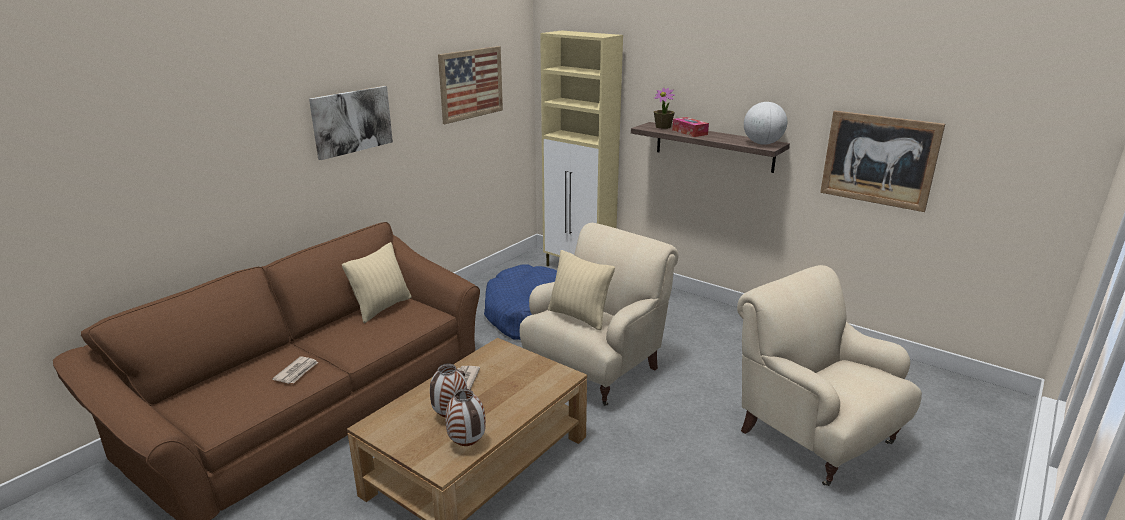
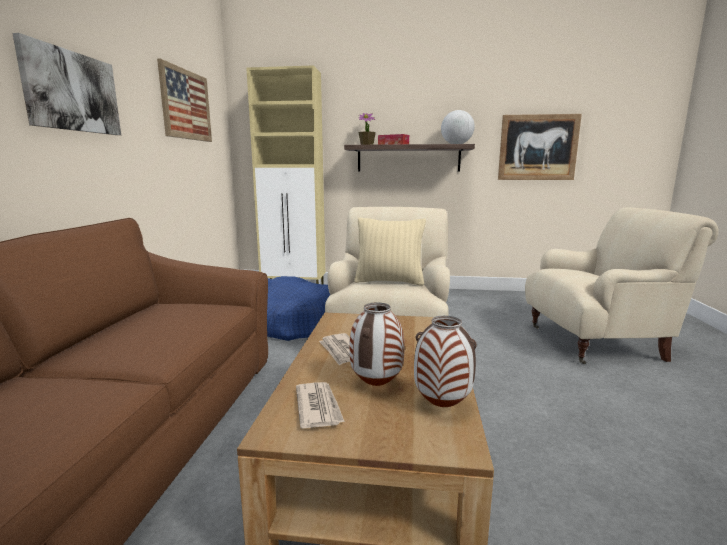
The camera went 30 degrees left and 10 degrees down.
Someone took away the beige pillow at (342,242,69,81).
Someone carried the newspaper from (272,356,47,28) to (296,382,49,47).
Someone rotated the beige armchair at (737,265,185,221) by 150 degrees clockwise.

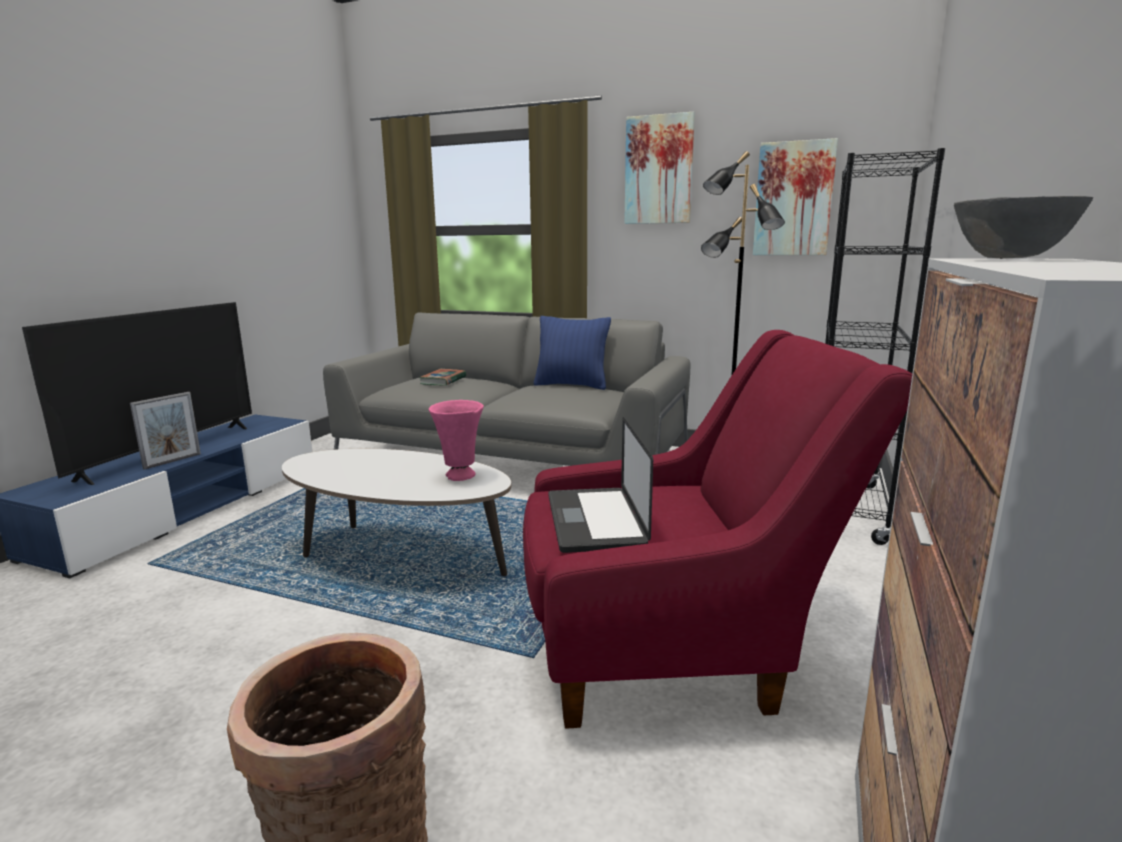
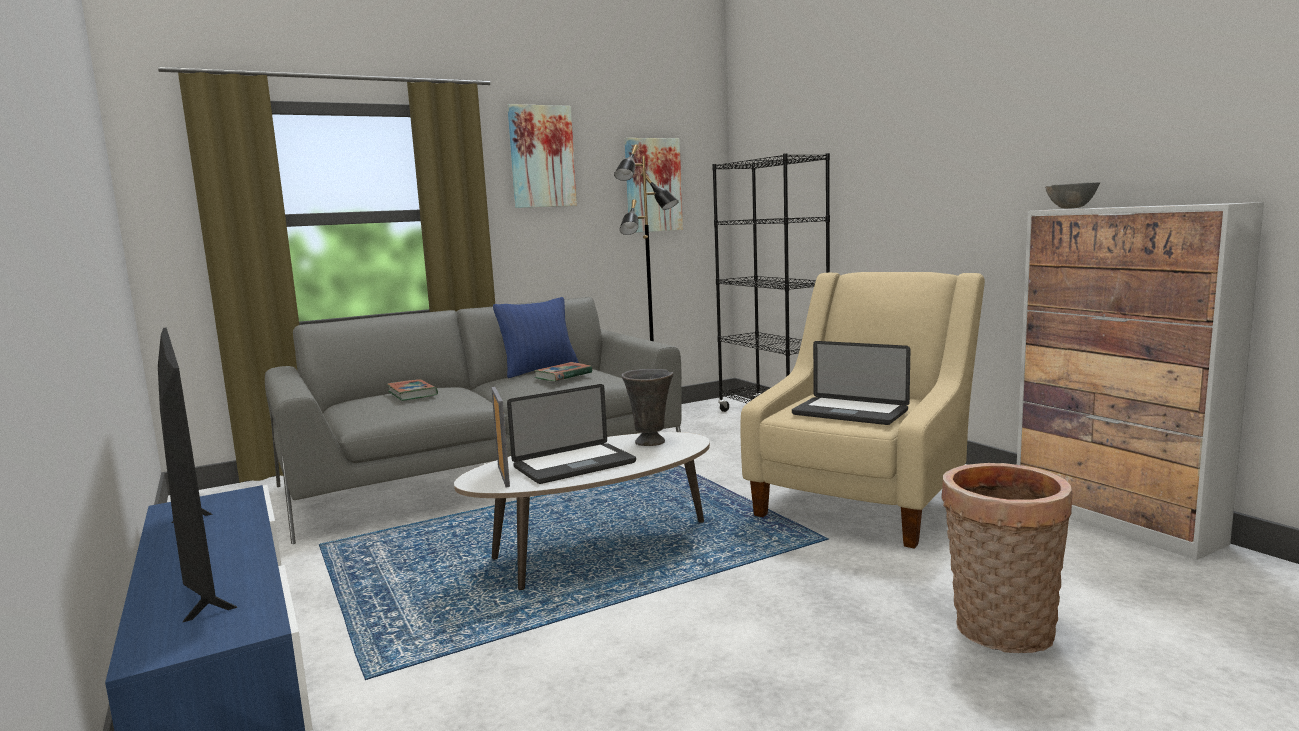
The camera went 50 degrees left and 5 degrees down.
Someone put down the laptop at (507,384,129,100).
Someone put down the book at (534,362,58,19).
Someone carried the picture frame from (130,392,71,78) to (491,387,19,100).
Someone repainted the pink vase at (429,400,55,81), which became the grey vase at (621,369,53,77).
Someone repainted the red armchair at (523,330,389,399), which became the beige armchair at (740,272,245,277).

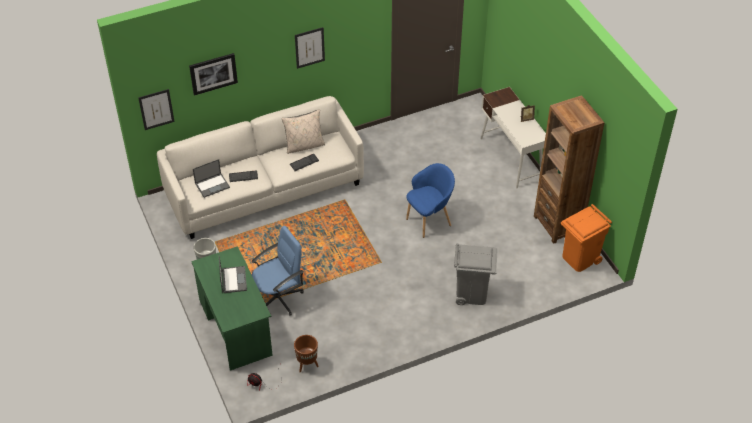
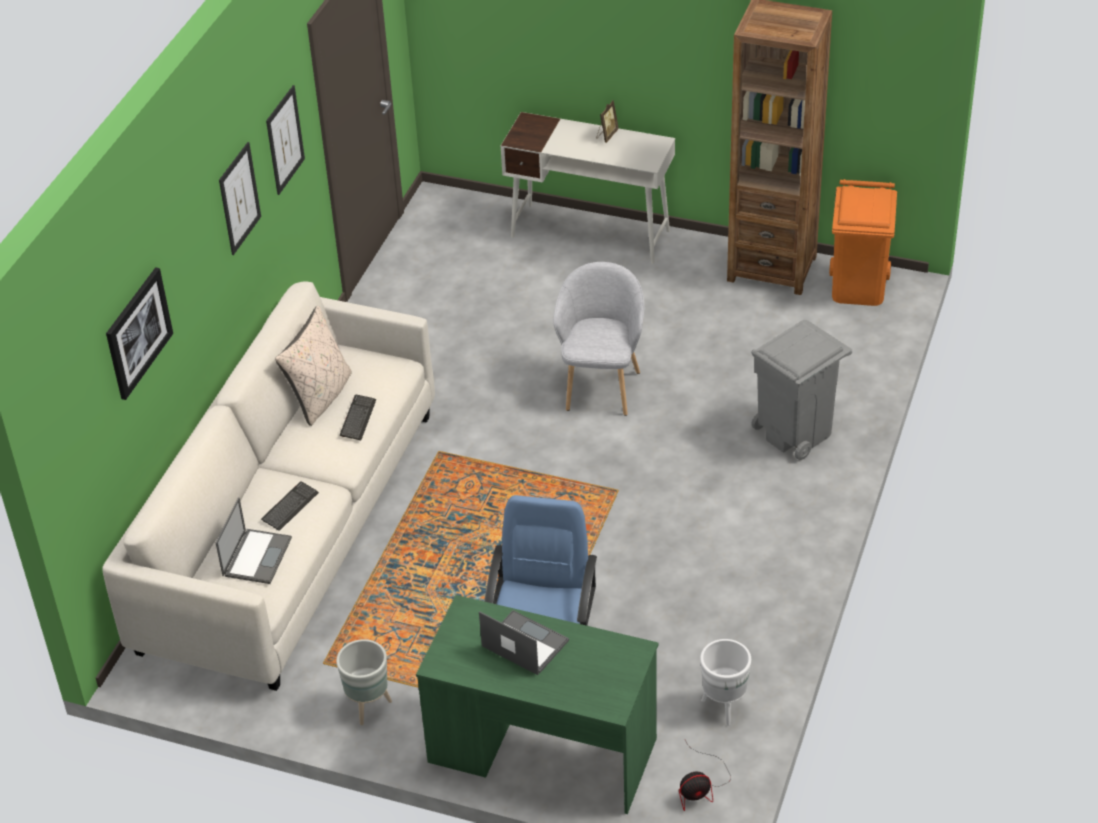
The camera went 45 degrees left and 5 degrees down.
Someone carried the picture from (138,89,37,41) to (266,85,39,110).
Someone repainted the brown planter at (294,335,25,37), which became the white planter at (700,639,51,87).
Someone repainted the blue armchair at (406,163,49,75), which became the grey armchair at (554,262,90,154).

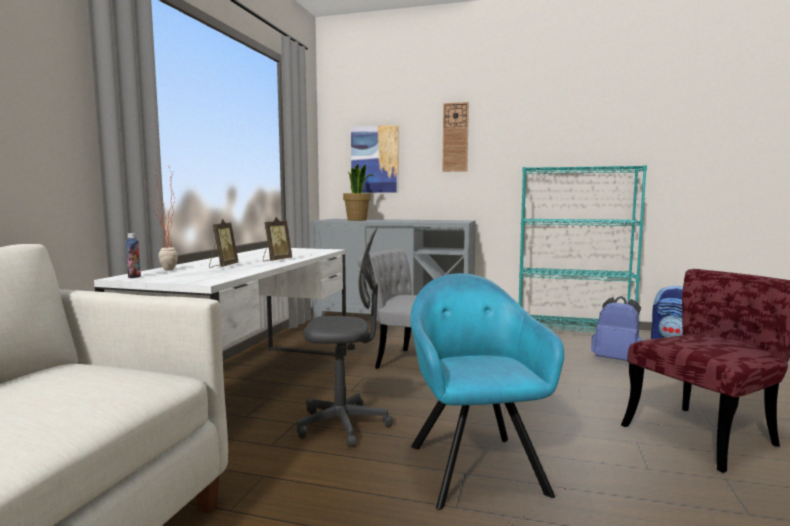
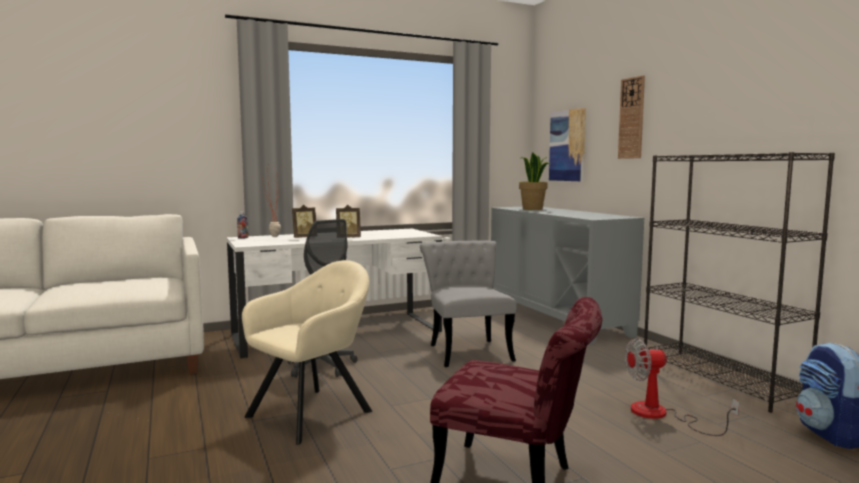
The camera went 50 degrees right and 0 degrees up.
Someone swapped the blue backpack at (591,296,52,65) for the fan at (625,338,114,98).
Someone repainted the turquoise armchair at (410,273,154,237), which became the beige armchair at (242,260,130,185).
Someone repainted the turquoise bookcase at (519,165,128,167), which became the black bookcase at (644,152,191,260).

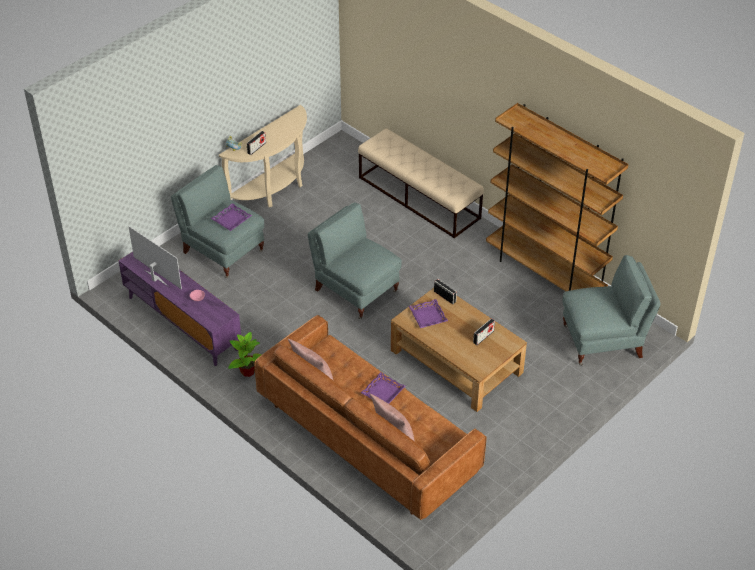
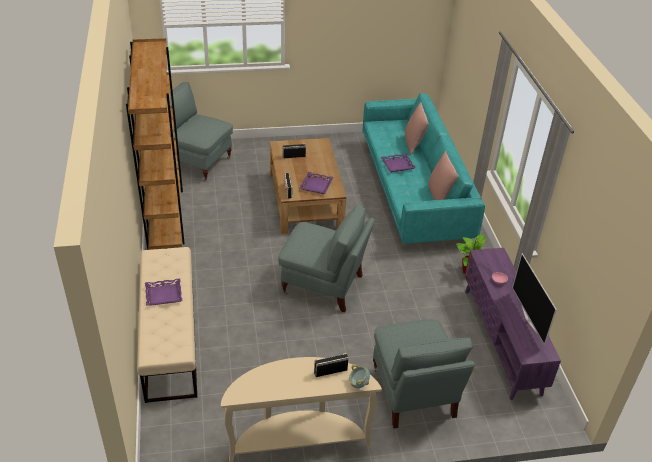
The camera went 145 degrees left and 5 degrees down.
Someone carried the purple tray from (211,203,41,28) to (145,279,38,26).
Someone repainted the brown sofa at (254,315,232,205), which became the turquoise sofa at (363,93,122,151).
Someone rotated the grey armchair at (308,202,94,117) by 60 degrees counterclockwise.

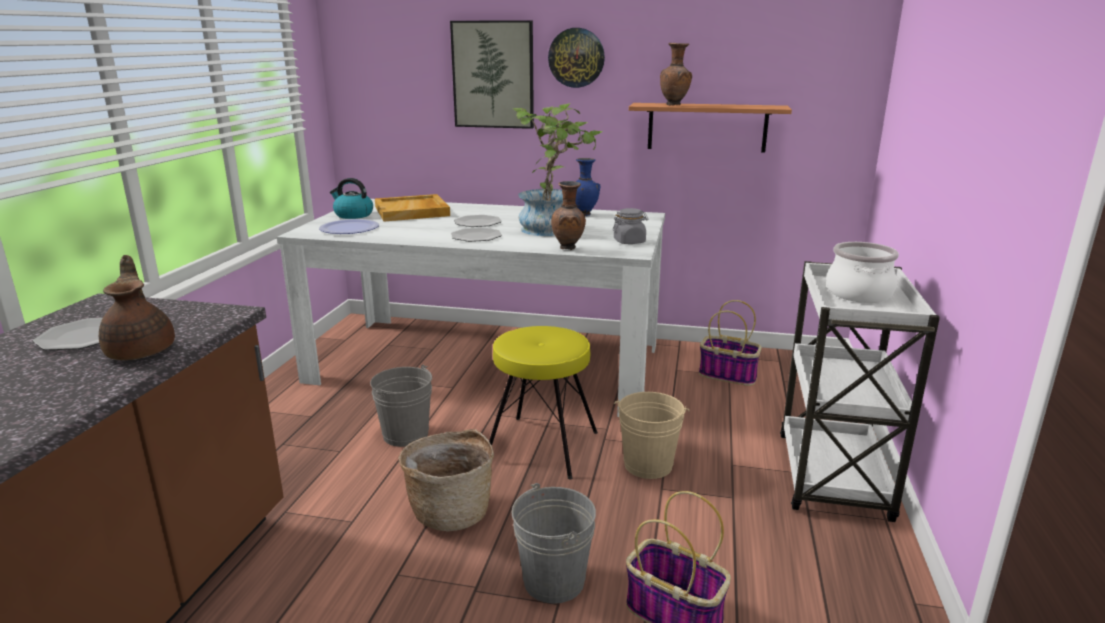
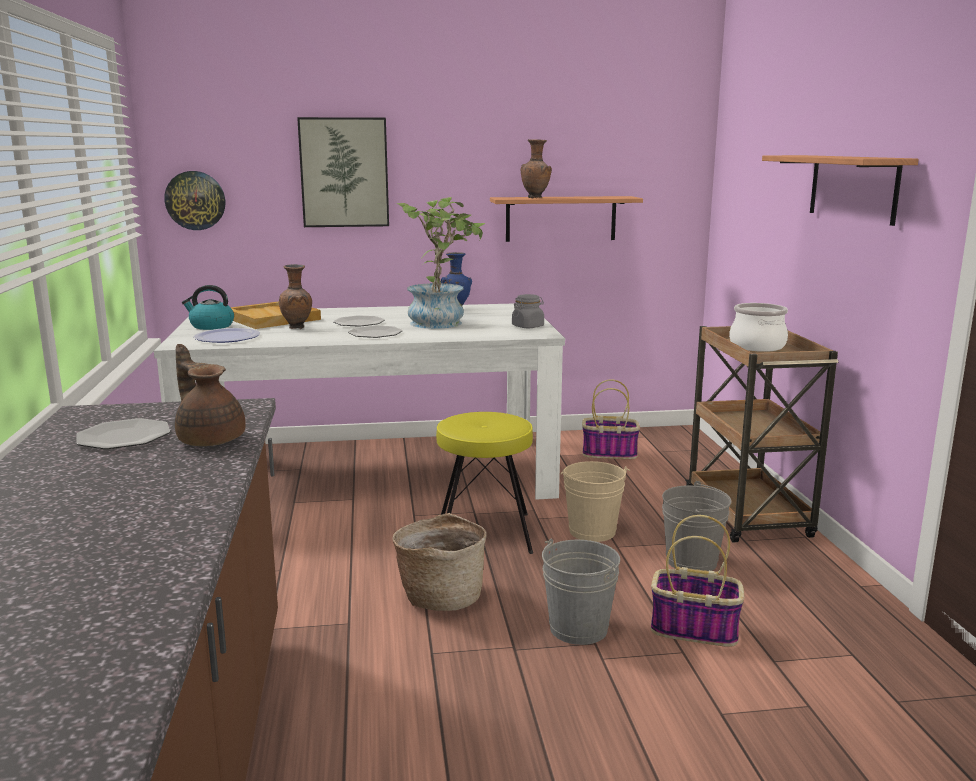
The camera went 20 degrees left and 5 degrees down.
Someone put up the shelf at (762,155,157,71).
Someone carried the grey bucket from (370,364,62,83) to (662,481,70,90).
Someone carried the wall clock from (548,28,57,60) to (164,171,61,59).
Someone carried the brown vase from (551,181,35,69) to (279,264,33,65).
Someone repainted the white cart at (780,261,160,261), which became the brown cart at (685,326,153,216).

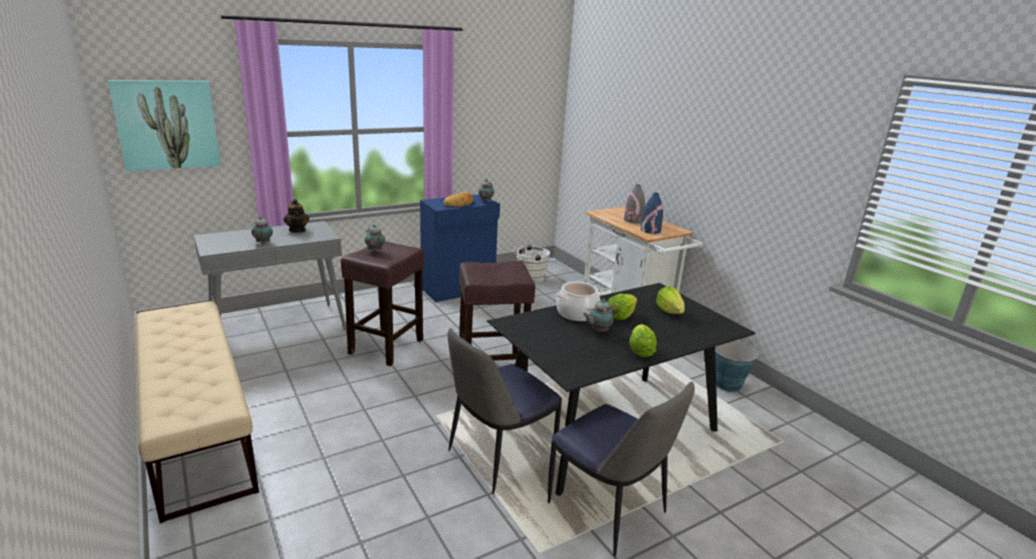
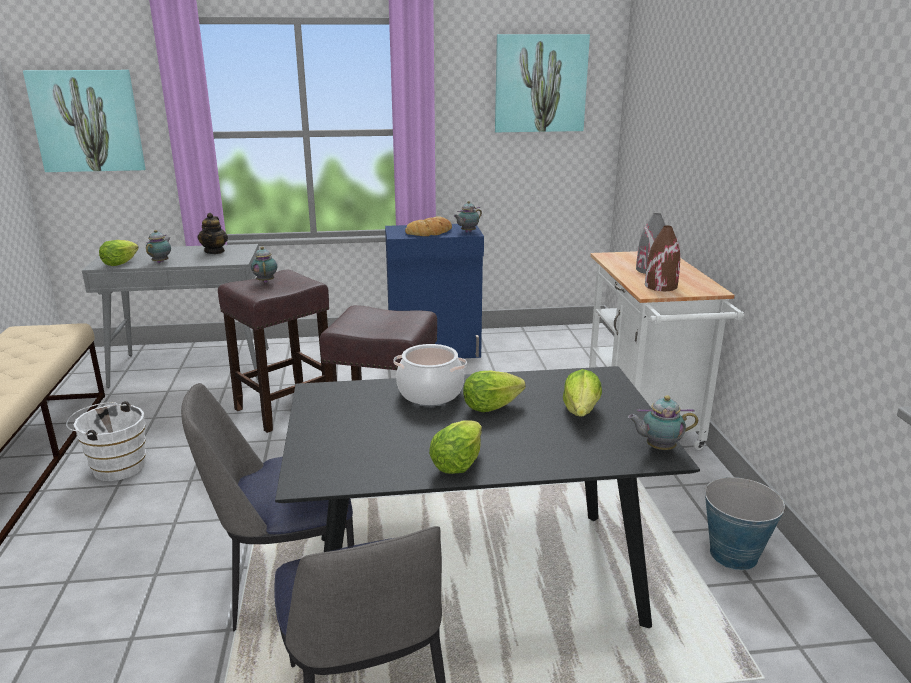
The camera went 25 degrees right and 0 degrees up.
Someone put down the lettuce at (99,240,40,26).
Someone put up the picture at (495,34,95,98).
Someone carried the white bucket from (513,245,37,38) to (66,401,80,80).
Someone carried the teapot from (583,299,36,33) to (628,395,70,55).
Someone repainted the blue vase at (641,193,22,41), which became the brown vase at (645,226,35,65).

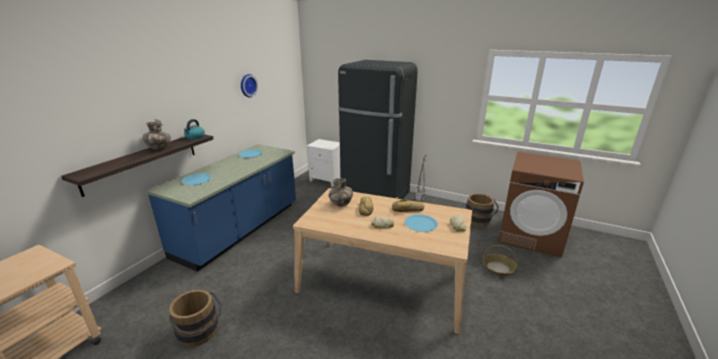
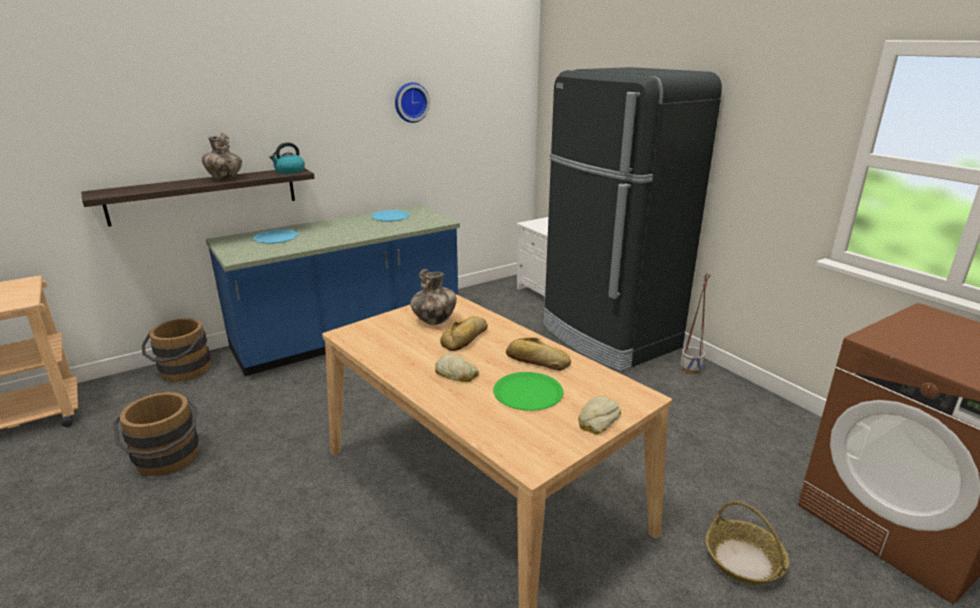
The camera went 30 degrees right and 0 degrees up.
Someone carried the brown bucket from (466,193,33,34) to (142,318,69,64).
Someone repainted the blue plate at (405,214,33,18), which became the green plate at (493,372,70,39).

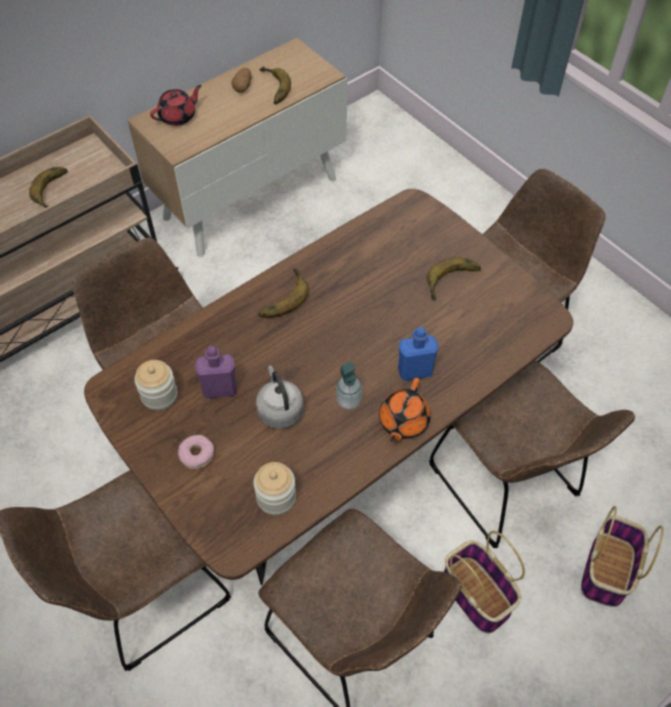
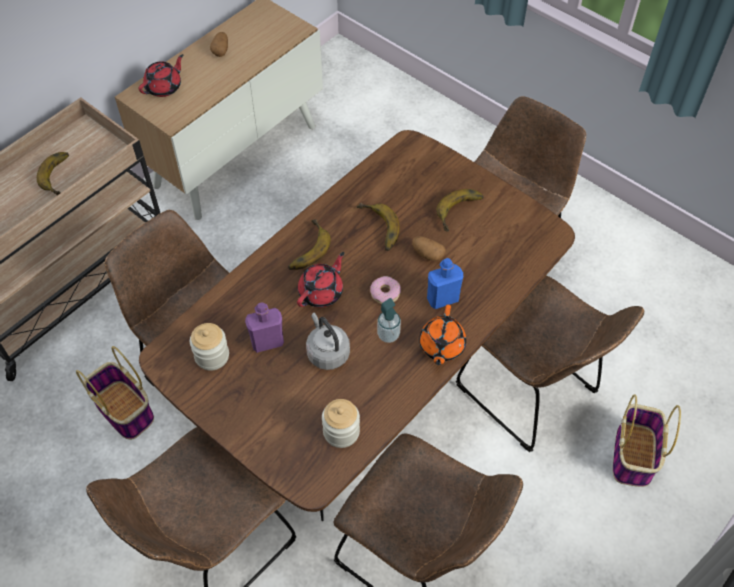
The camera went 10 degrees left and 0 degrees up.
Someone put down the red teapot at (297,252,47,55).
Someone put down the potato at (412,236,34,25).
Someone carried the donut from (178,435,36,34) to (370,276,31,28).
Someone carried the banana from (260,66,31,38) to (357,203,43,48).
Someone carried the basket from (444,531,81,103) to (76,346,78,94).

